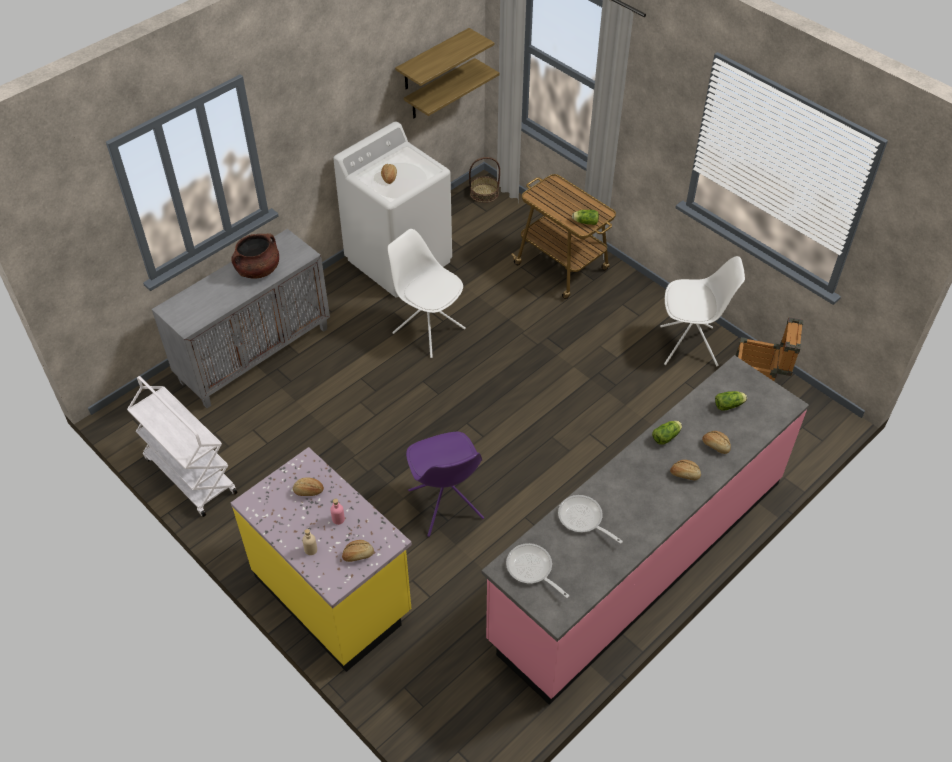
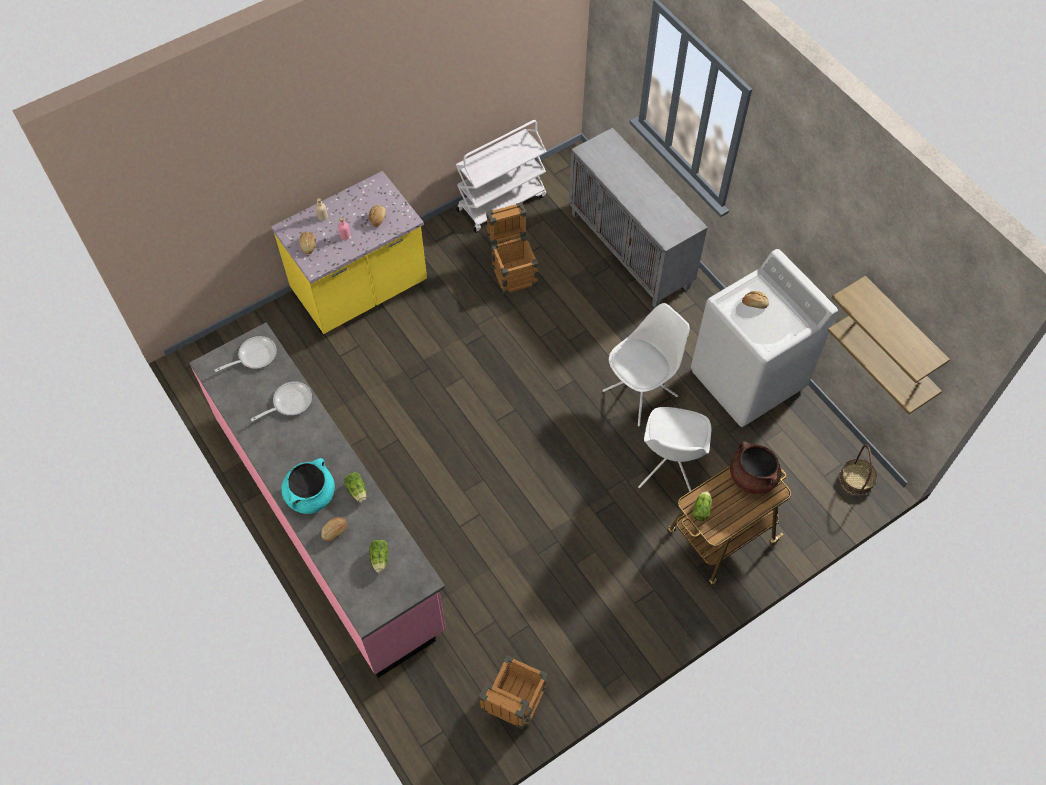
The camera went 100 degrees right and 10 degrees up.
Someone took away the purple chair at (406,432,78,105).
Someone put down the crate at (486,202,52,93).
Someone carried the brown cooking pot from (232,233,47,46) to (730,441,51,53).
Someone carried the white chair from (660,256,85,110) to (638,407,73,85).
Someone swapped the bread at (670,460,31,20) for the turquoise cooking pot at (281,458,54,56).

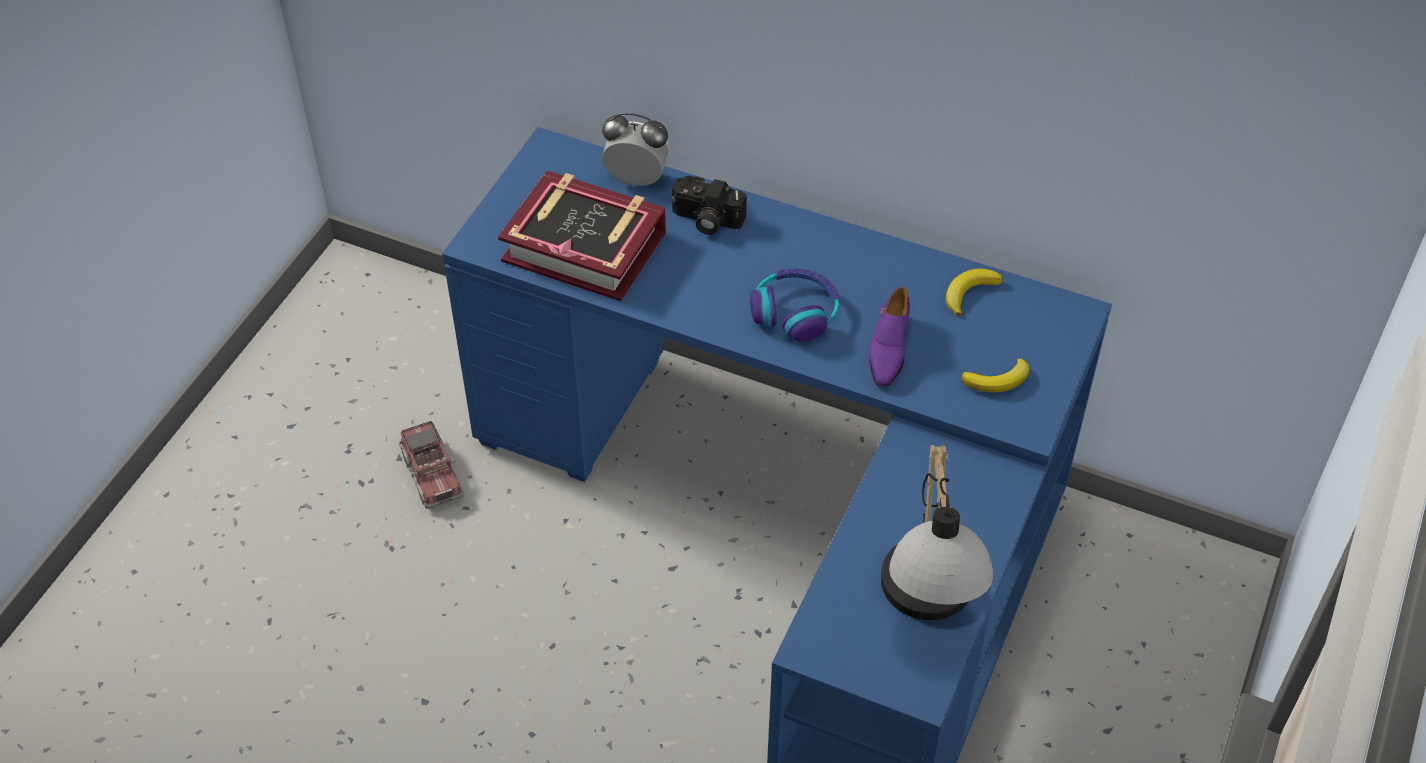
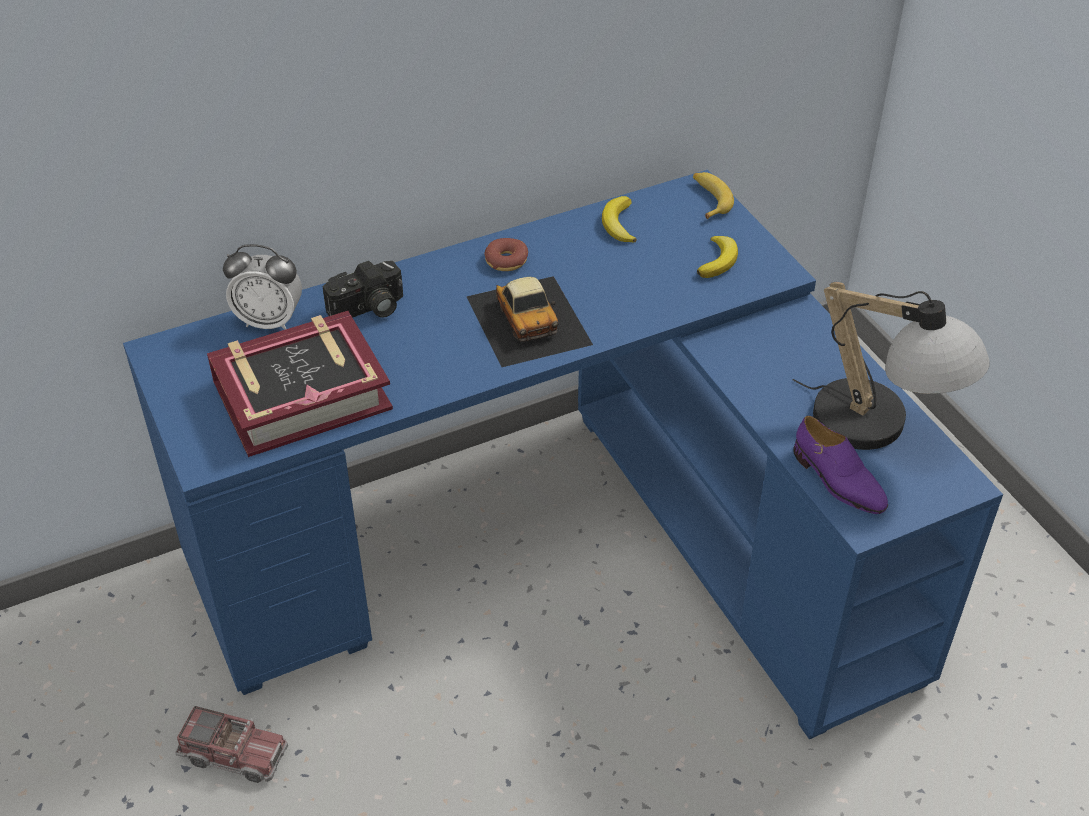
The camera went 50 degrees left and 5 degrees down.
Someone put down the donut at (484,238,44,33).
Someone put down the banana at (693,172,41,47).
Someone carried the purple shoe from (869,287,41,100) to (793,416,95,98).
Someone swapped the headphones at (750,269,90,73) for the toy car at (466,276,127,91).
Someone rotated the alarm clock at (602,113,67,73) by 135 degrees counterclockwise.

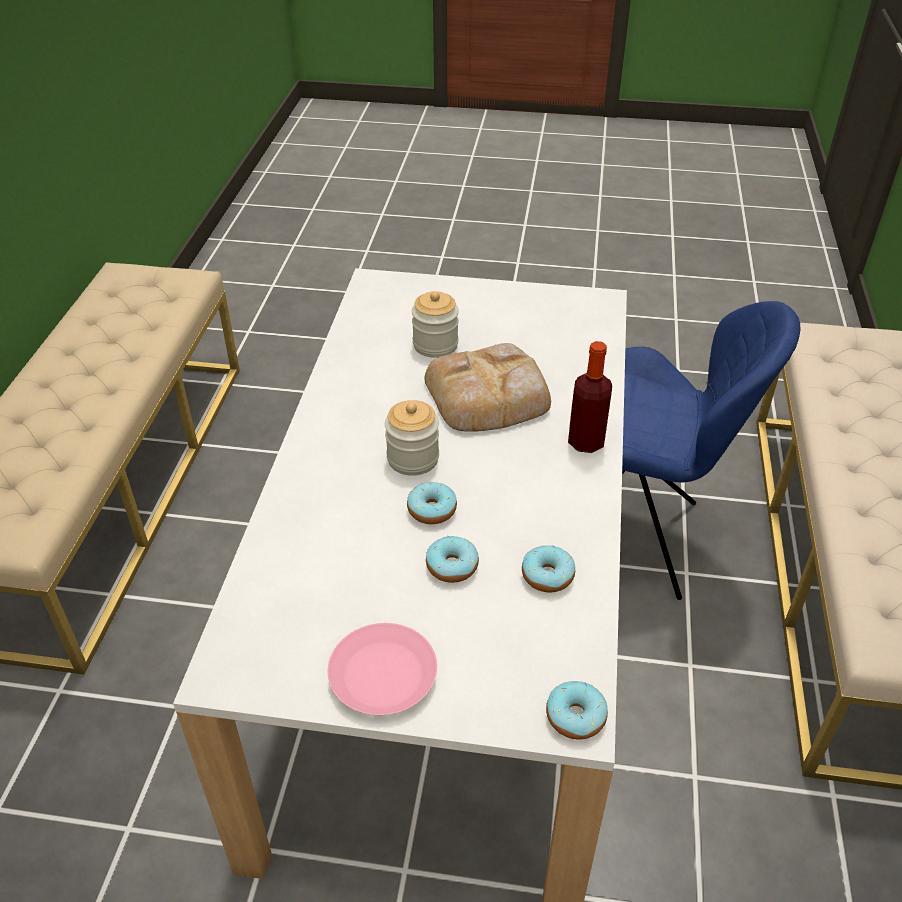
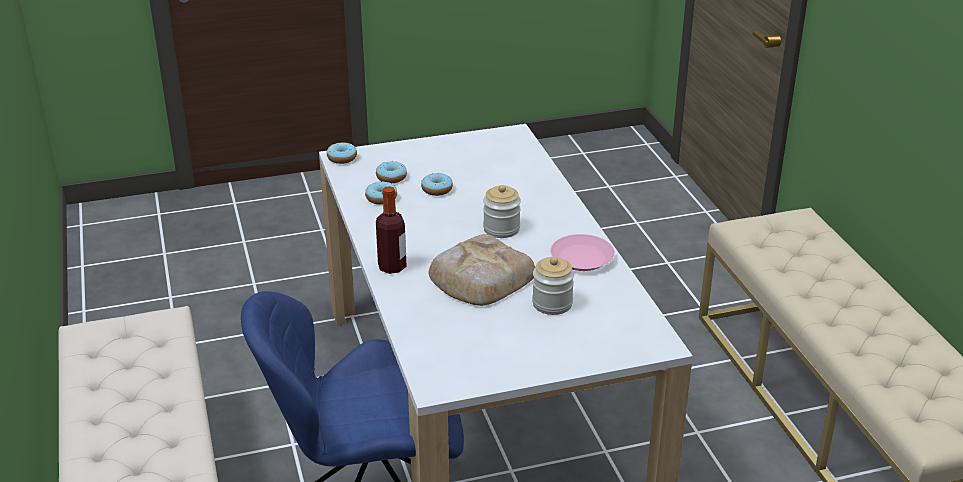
The camera went 155 degrees right and 10 degrees down.
Someone carried the pink plate from (328,623,109,92) to (551,234,64,37).
Someone carried the donut from (407,482,50,42) to (376,161,31,22).

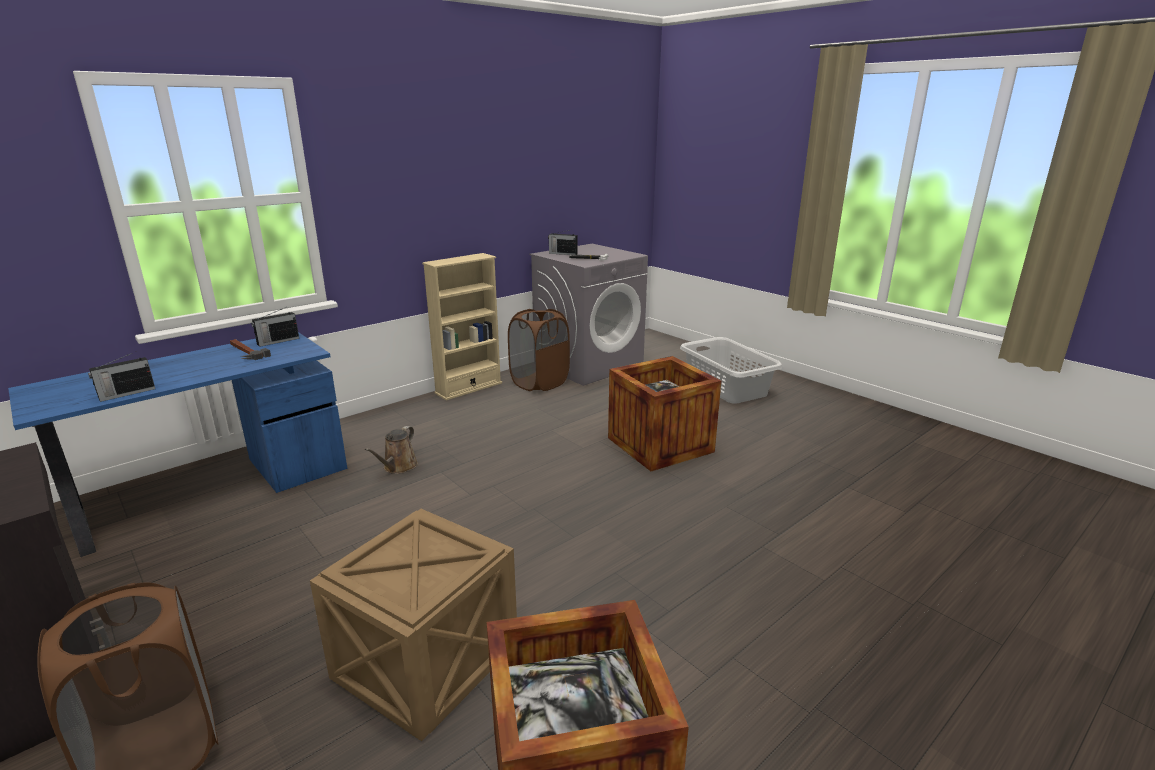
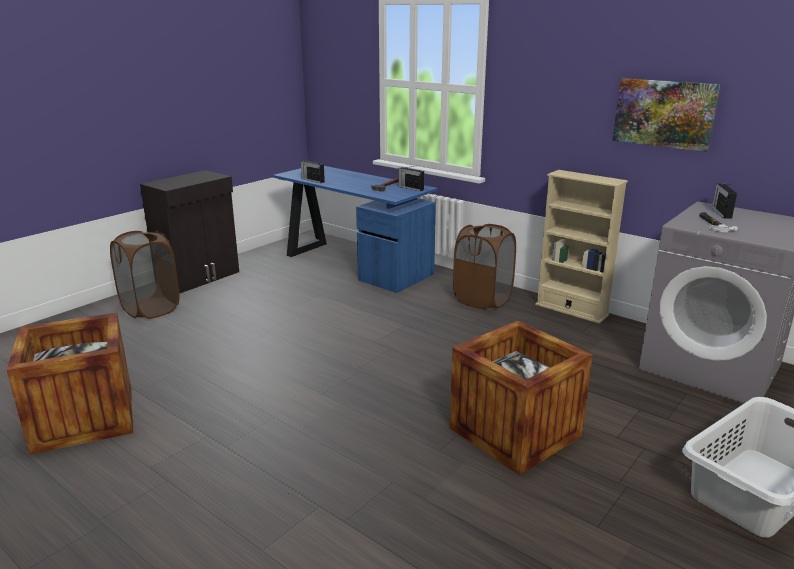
The camera went 80 degrees right and 0 degrees up.
Someone took away the crate at (310,509,207,232).
Someone took away the brown watering can at (365,426,53,48).
Someone put up the picture at (613,78,107,74).
Someone carried the brown laundry basket from (508,309,62,82) to (453,224,63,85).

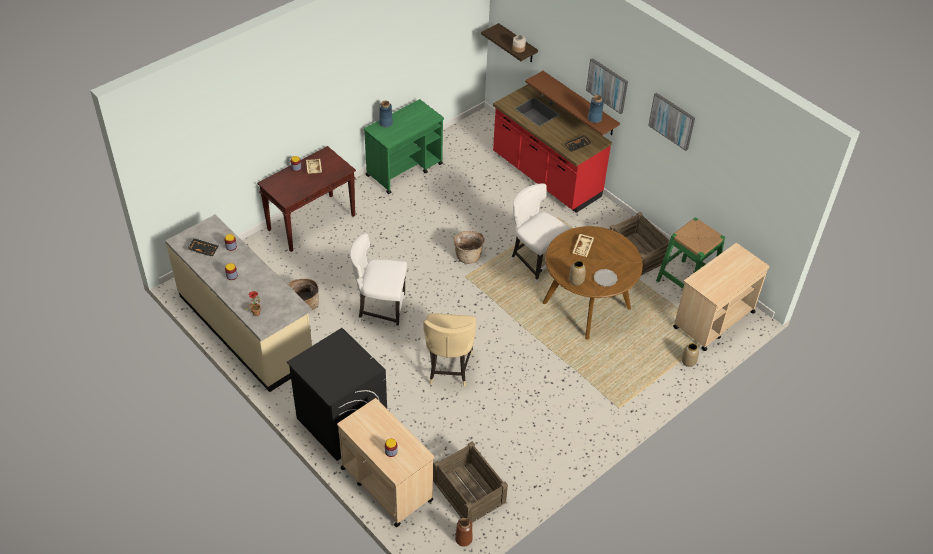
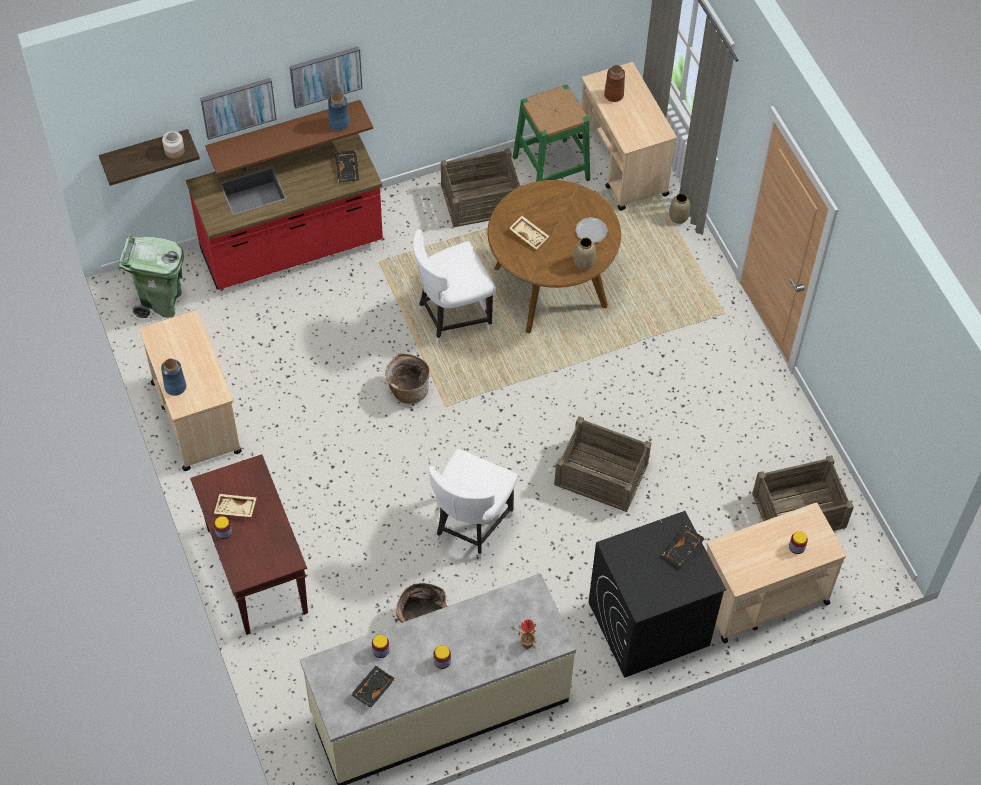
The camera went 70 degrees left and 10 degrees up.
Someone put down the green trash can at (118,234,66,84).
Someone put down the black tray at (662,526,43,42).
Someone carried the brown vase from (455,518,17,29) to (604,65,21,37).
Someone carried the picture from (648,93,47,58) to (200,78,76,62).
Someone swapped the beige chair at (423,313,53,73) for the crate at (554,416,97,96).
Someone repainted the green cart at (364,99,80,95), which became the beige cart at (139,310,103,161).

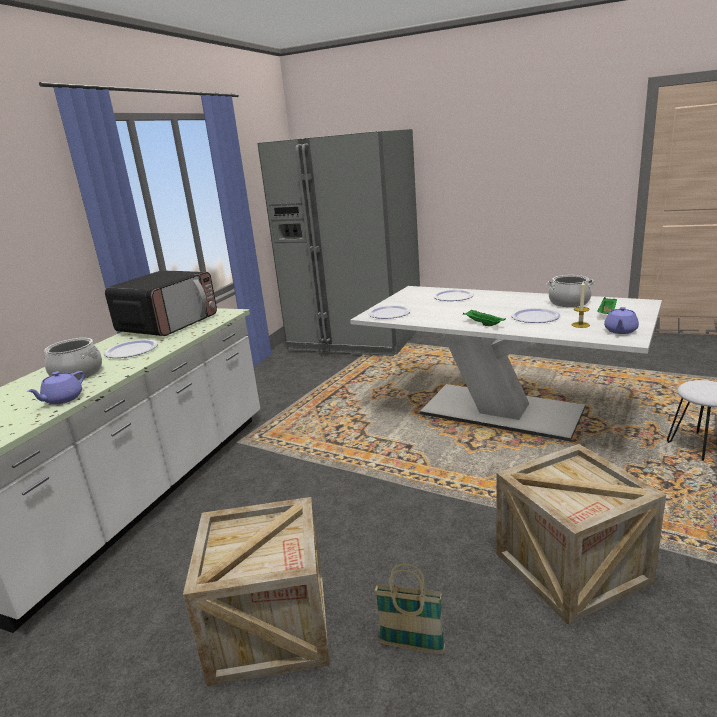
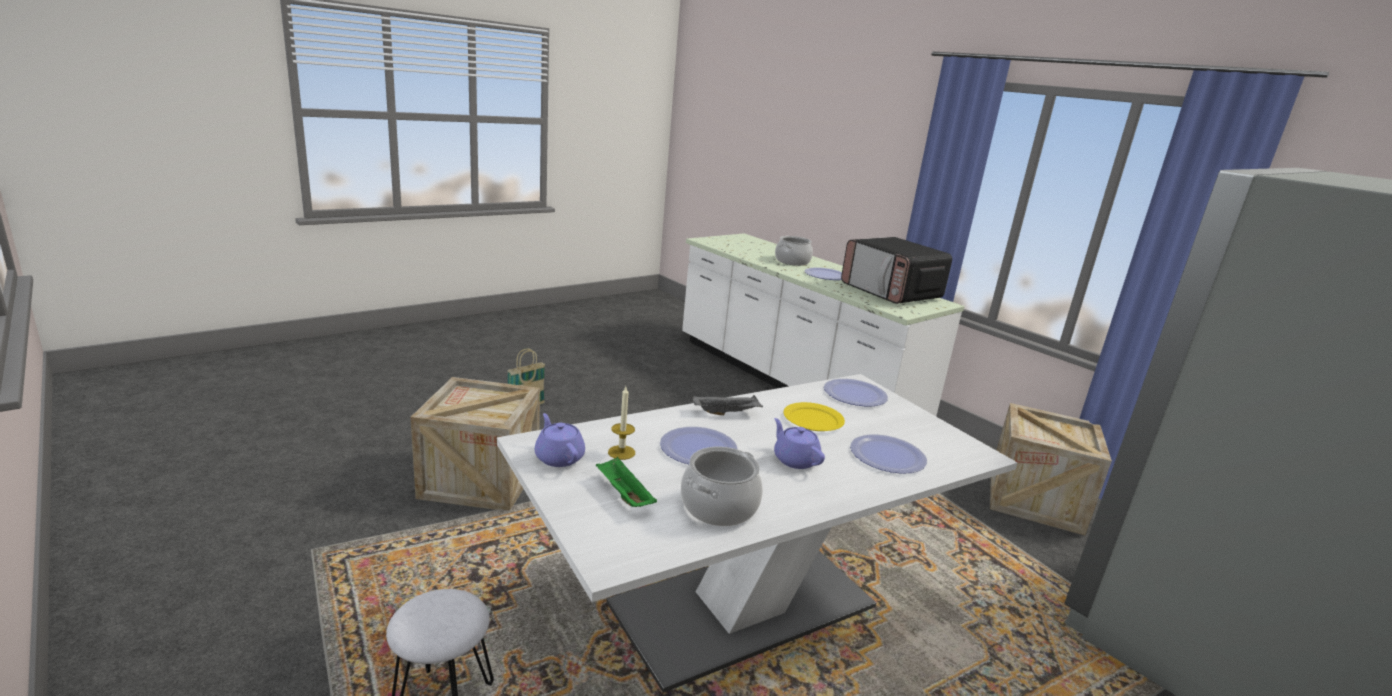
The camera went 115 degrees right and 0 degrees up.
Someone put down the yellow plate at (784,402,61,29).
Someone carried the purple teapot from (27,371,57,34) to (774,418,51,51).
Someone carried the crate from (183,497,147,189) to (990,403,122,133).
Someone repainted the green tray at (463,309,43,17), which became the grey tray at (693,395,70,20).

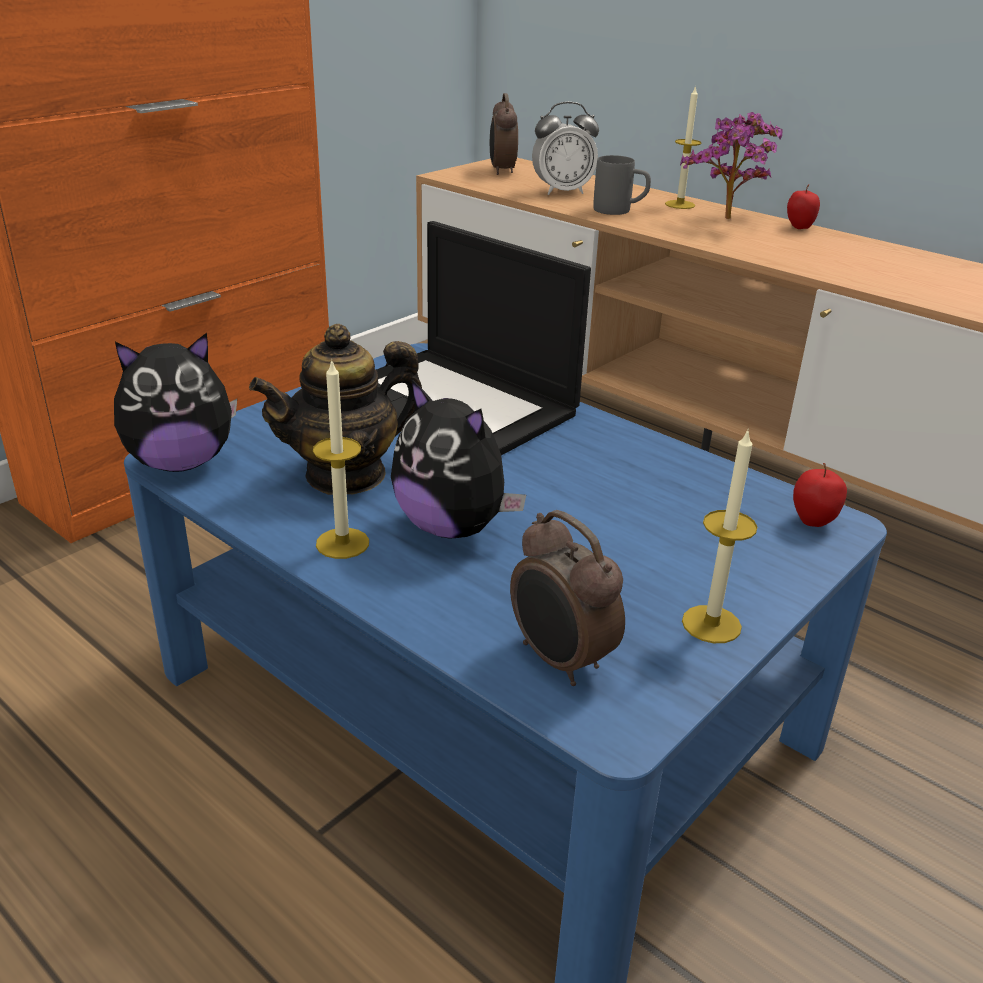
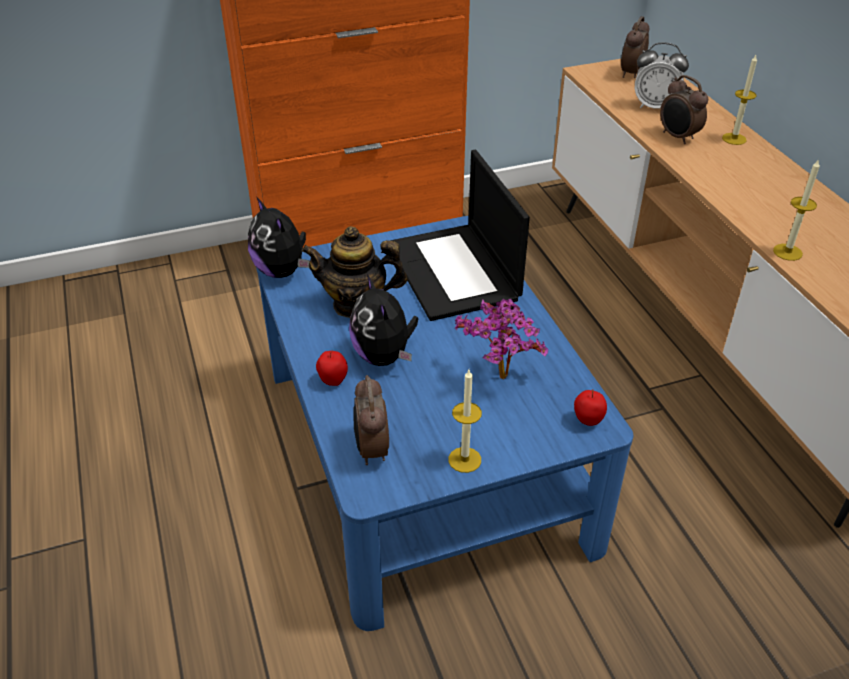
The camera went 30 degrees right and 10 degrees up.
Someone carried the candle from (313,359,56,200) to (773,159,47,102).
Someone carried the potted plant from (680,112,103,107) to (455,298,93,81).
Someone carried the apple from (787,184,33,45) to (316,351,32,35).
Someone swapped the grey mug at (593,155,58,60) for the alarm clock at (660,75,48,69).
Someone rotated the plush toy at (114,333,123,139) by 45 degrees clockwise.

